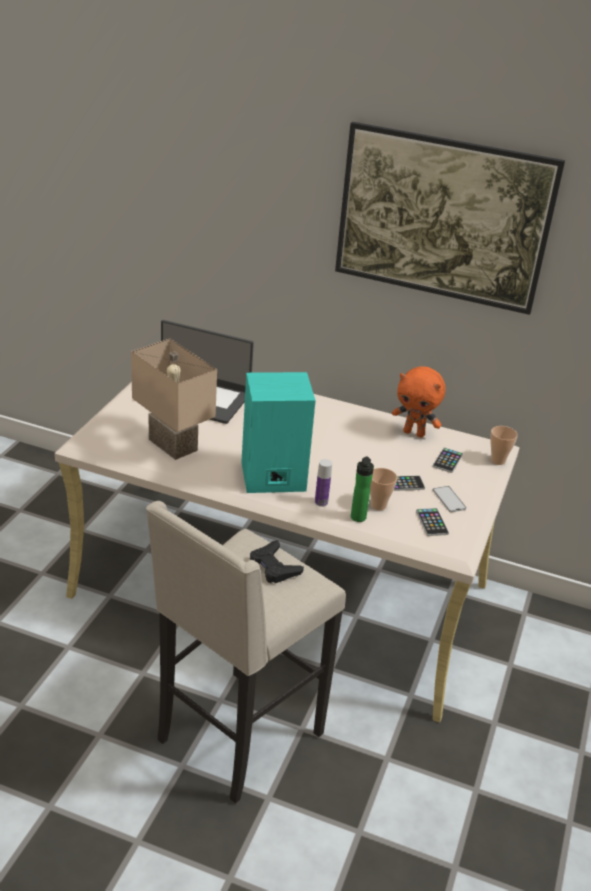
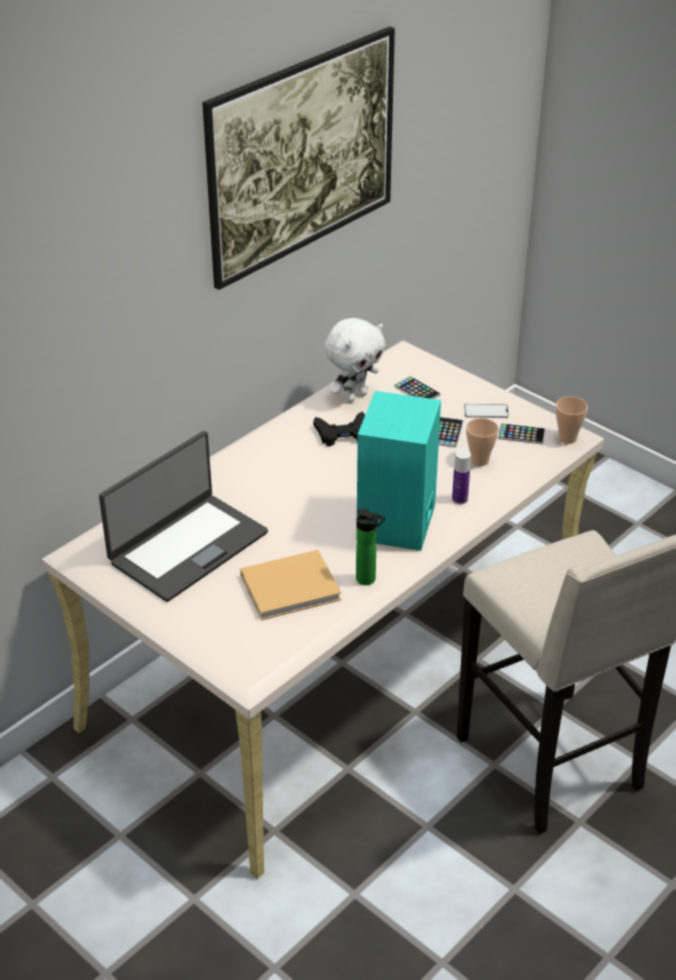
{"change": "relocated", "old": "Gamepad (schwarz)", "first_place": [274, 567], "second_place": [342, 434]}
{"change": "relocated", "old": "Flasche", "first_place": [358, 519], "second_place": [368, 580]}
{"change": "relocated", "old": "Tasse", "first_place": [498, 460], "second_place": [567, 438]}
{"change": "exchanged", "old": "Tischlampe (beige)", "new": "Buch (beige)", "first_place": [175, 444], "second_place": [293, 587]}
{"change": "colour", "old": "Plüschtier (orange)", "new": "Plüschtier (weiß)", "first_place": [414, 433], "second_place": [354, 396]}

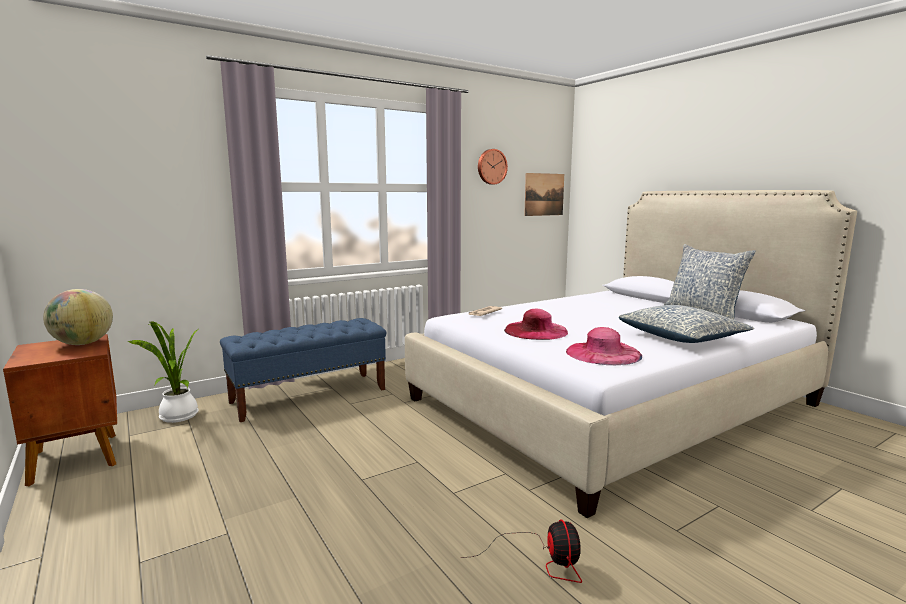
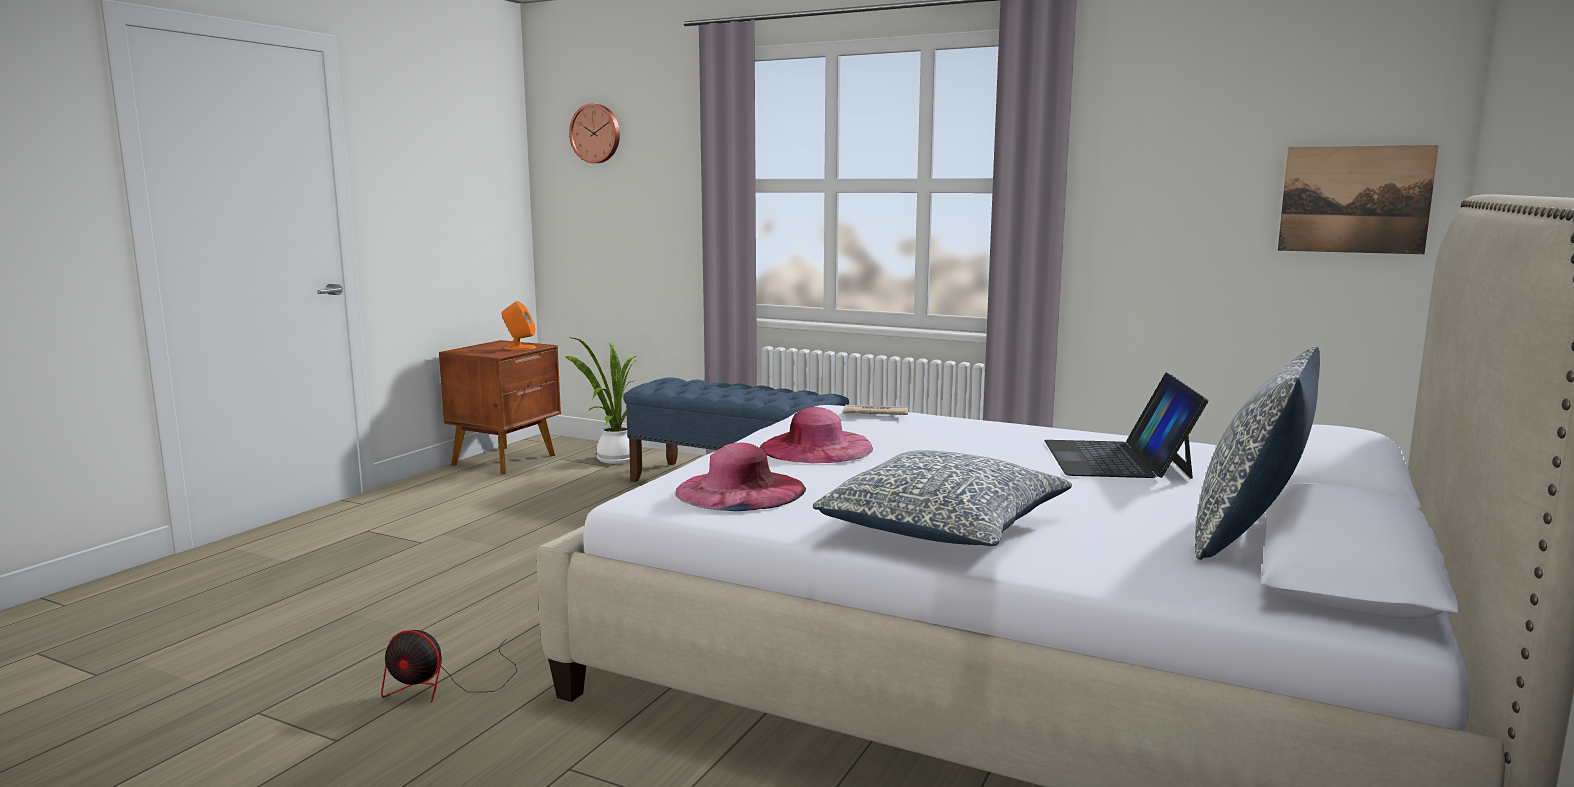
{"change": "appeared", "new": "Laptop", "second_place": [1117, 459]}
{"change": "relocated", "old": "Wanduhr", "first_place": [491, 166], "second_place": [596, 133]}
{"change": "exchanged", "old": "Globus", "new": "Lautsprecher (orange)", "first_place": [83, 343], "second_place": [519, 348]}
{"change": "spun", "old": "Ventilator", "first_place": [542, 560], "second_place": [446, 685], "degrees": 45}

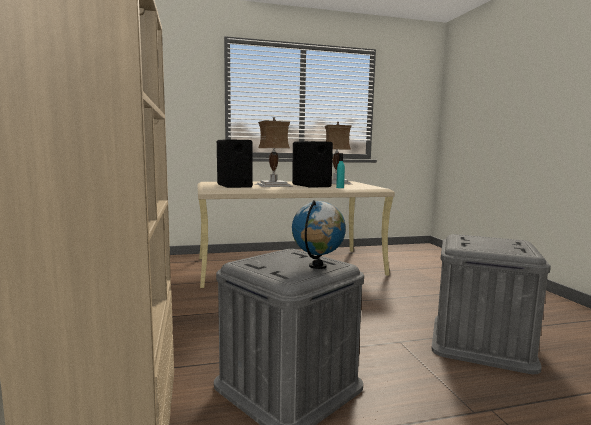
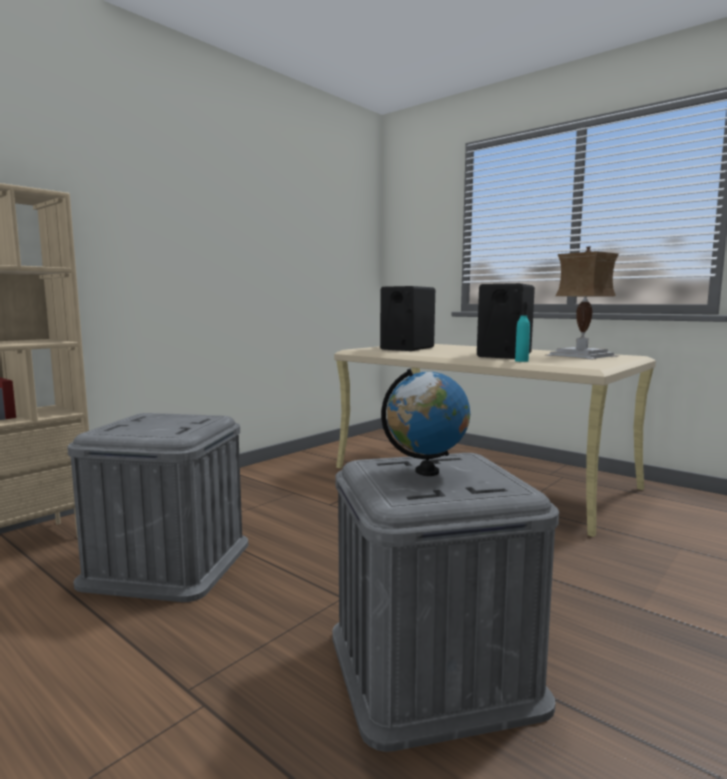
{"change": "missing", "old": "Tischlampe", "first_place": [274, 185]}
{"change": "relocated", "old": "Globus", "first_place": [317, 266], "second_place": [427, 472]}

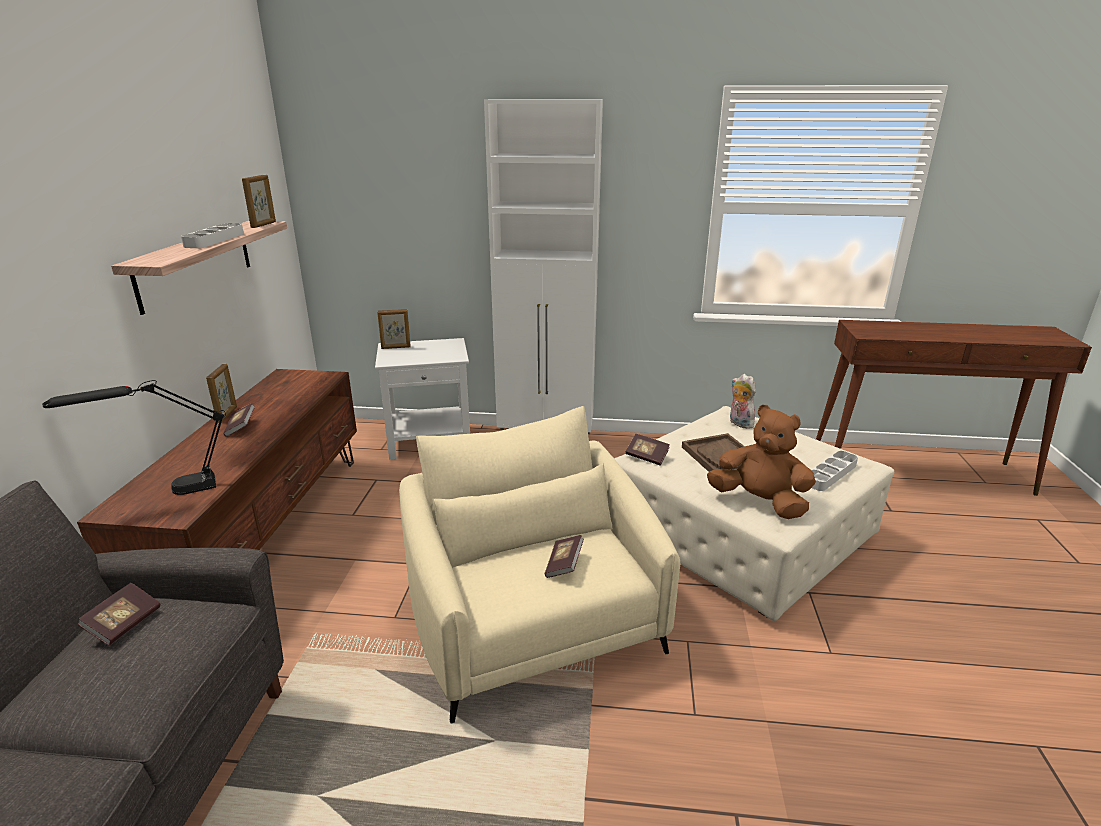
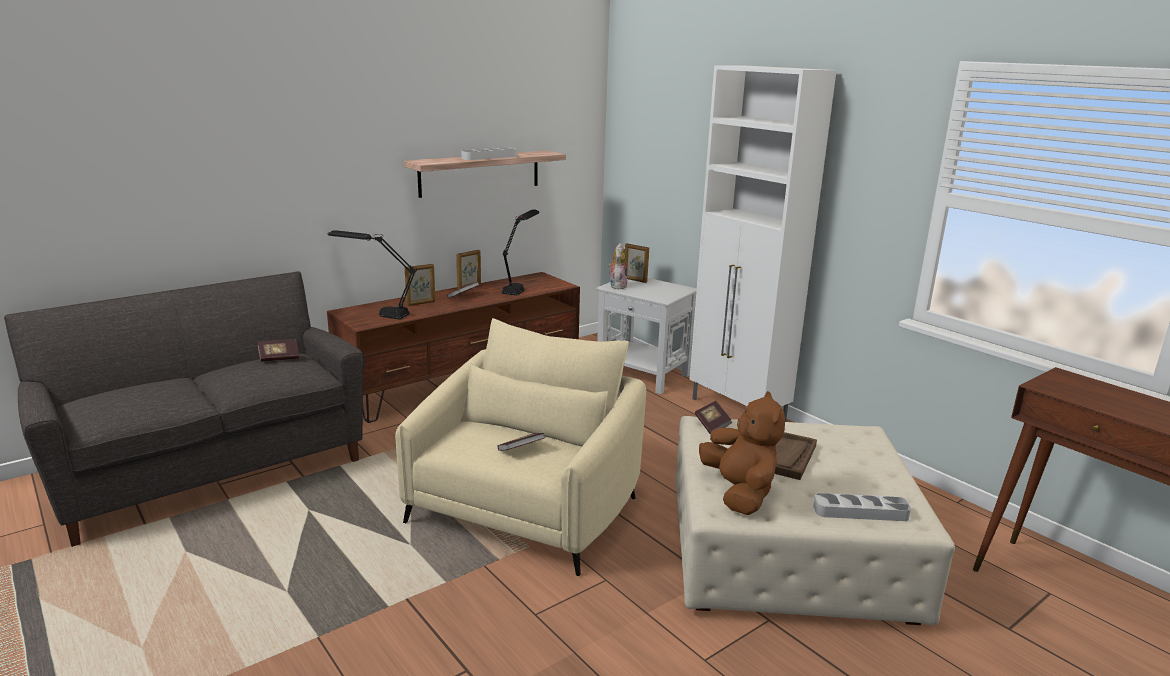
{"change": "appeared", "new": "Tischlampe (schwarz)", "second_place": [520, 286]}
{"change": "relocated", "old": "Bilderrahmen", "first_place": [264, 225], "second_place": [421, 303]}
{"change": "relocated", "old": "Plüschtier", "first_place": [739, 423], "second_place": [617, 286]}

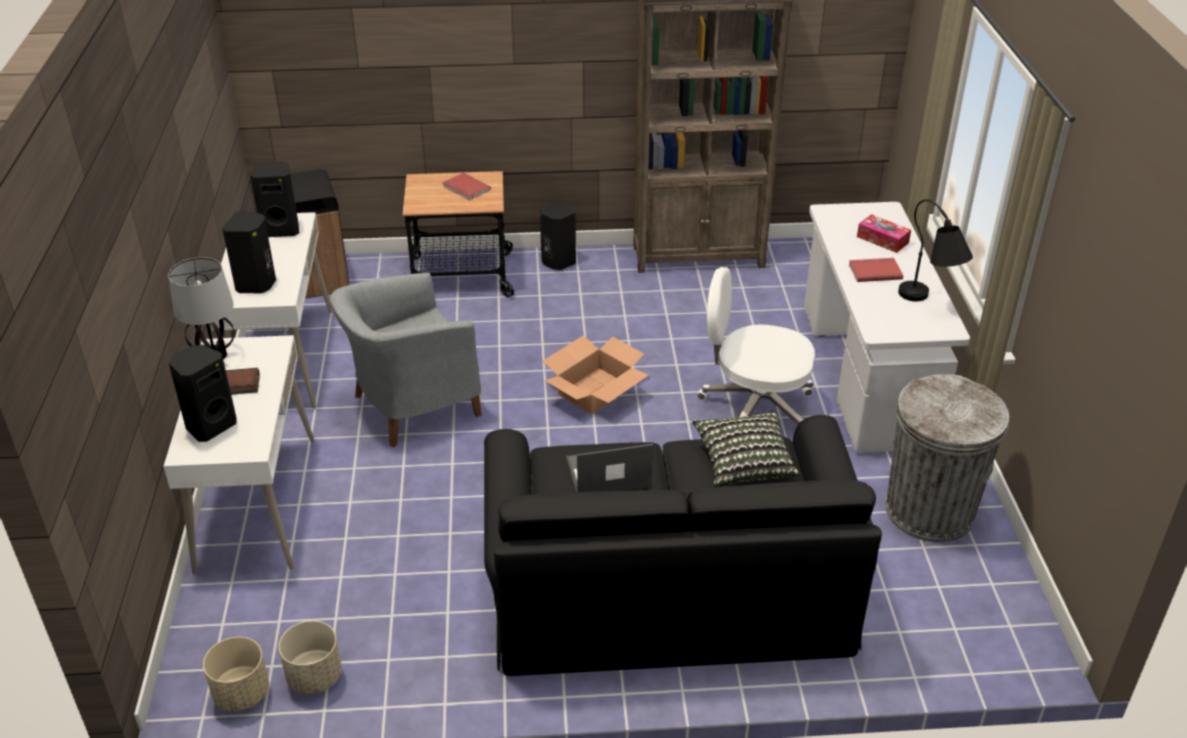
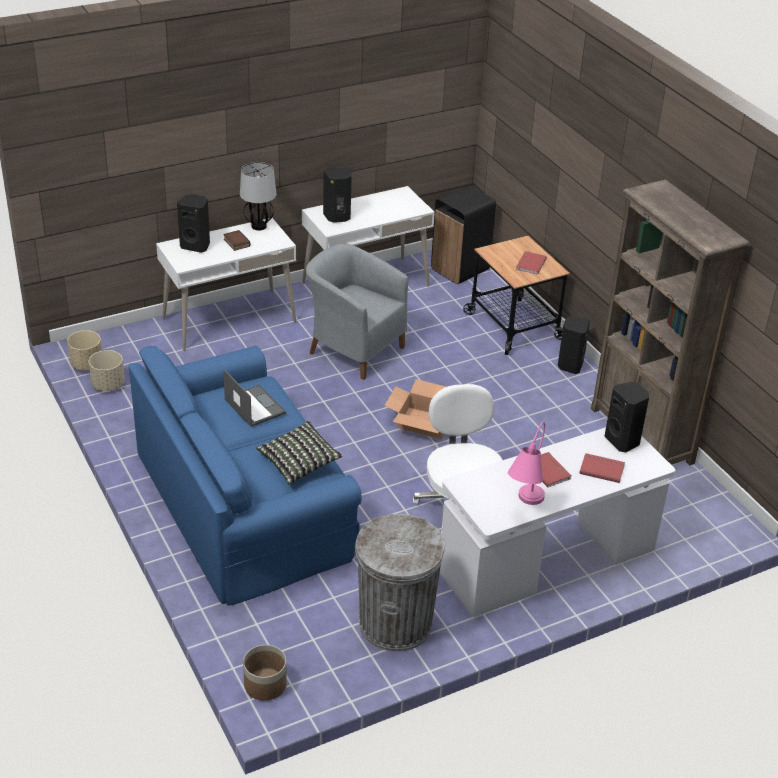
{"change": "appeared", "new": "Pflanzkübel", "second_place": [265, 684]}
{"change": "relocated", "old": "Lautsprecher (schwarz)", "first_place": [282, 229], "second_place": [623, 441]}
{"change": "exchanged", "old": "Taschentuchbox", "new": "Buch (rot)", "first_place": [882, 240], "second_place": [601, 468]}
{"change": "colour", "old": "Sofa (schwarz)", "new": "Sofa (blau)", "first_place": [667, 587], "second_place": [244, 503]}
{"change": "colour", "old": "Tischlampe (schwarz)", "new": "Tischlampe (rosa)", "first_place": [929, 302], "second_place": [524, 506]}

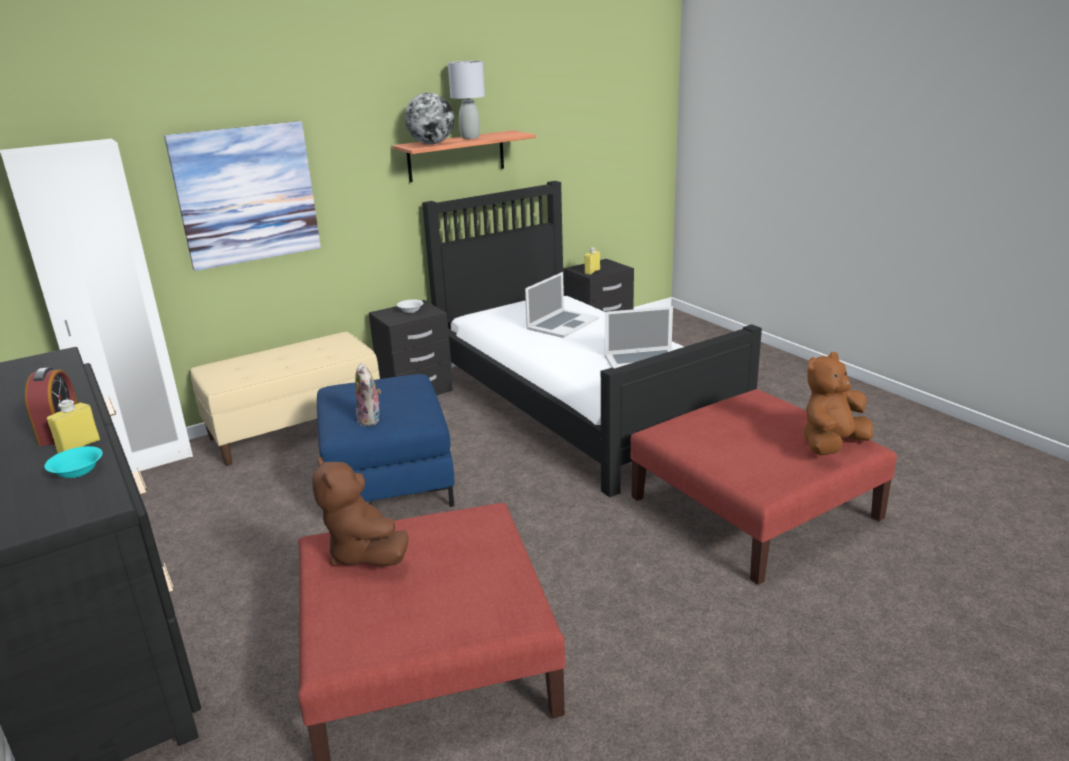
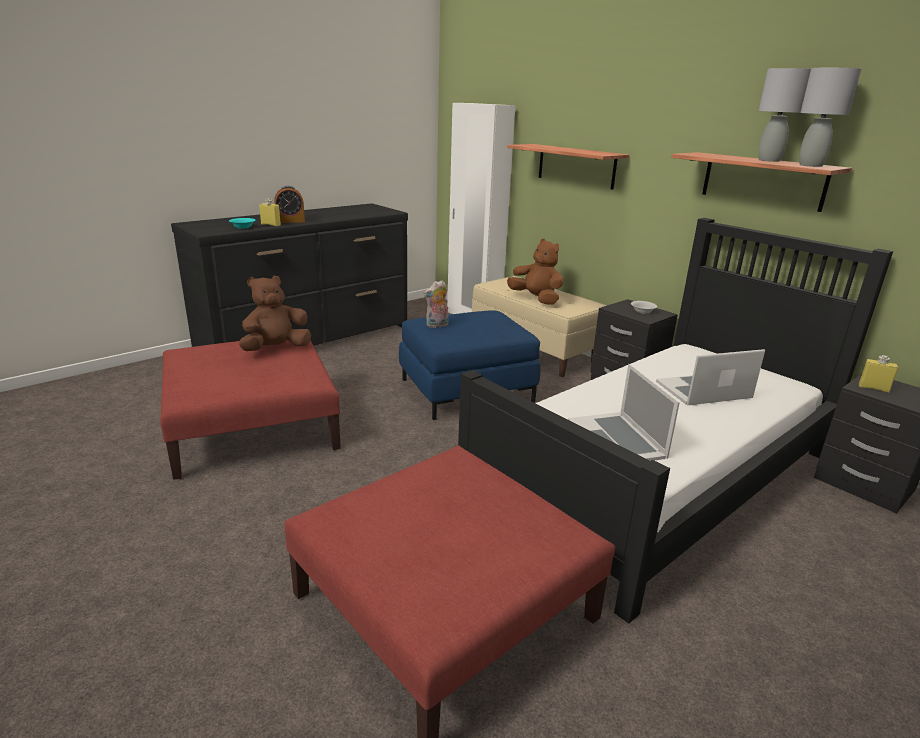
{"change": "missing", "old": "Globus", "first_place": [431, 144]}
{"change": "appeared", "new": "Tischlampe (grau)", "second_place": [810, 165]}
{"change": "relocated", "old": "Plüschtier (braun)", "first_place": [831, 445], "second_place": [536, 299]}
{"change": "exchanged", "old": "Bild", "new": "Wandregal", "first_place": [246, 195], "second_place": [576, 166]}
{"change": "spun", "old": "Laptop", "first_place": [562, 323], "second_place": [704, 390], "degrees": 135}

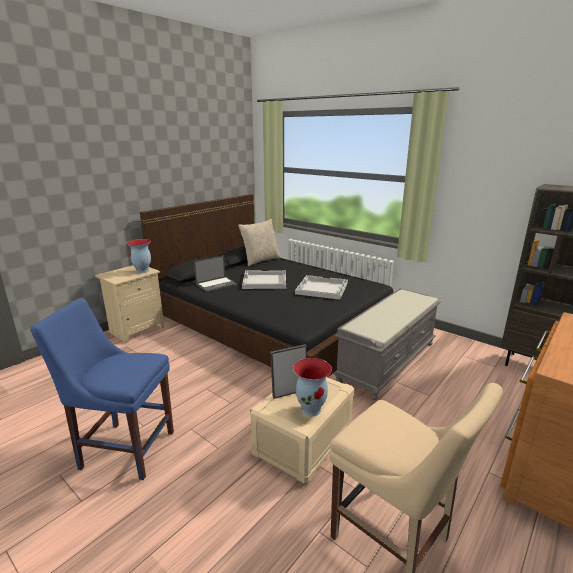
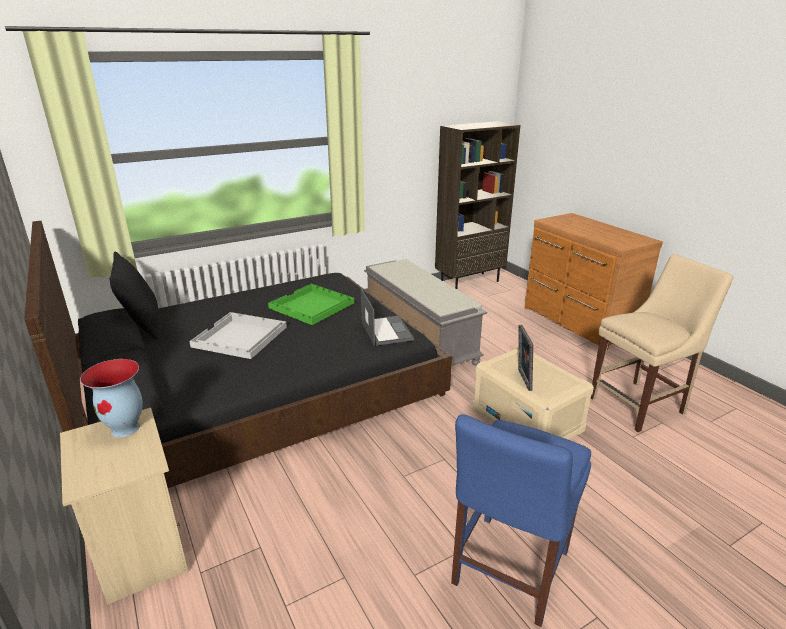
{"change": "missing", "old": "Vase", "first_place": [311, 409]}
{"change": "relocated", "old": "Laptop", "first_place": [216, 284], "second_place": [386, 330]}
{"change": "colour", "old": "Kissen (beige)", "new": "Kissen (schwarz)", "first_place": [260, 260], "second_place": [142, 326]}
{"change": "colour", "old": "Tablett (weiß)", "new": "Tablett (grün)", "first_place": [321, 288], "second_place": [312, 306]}

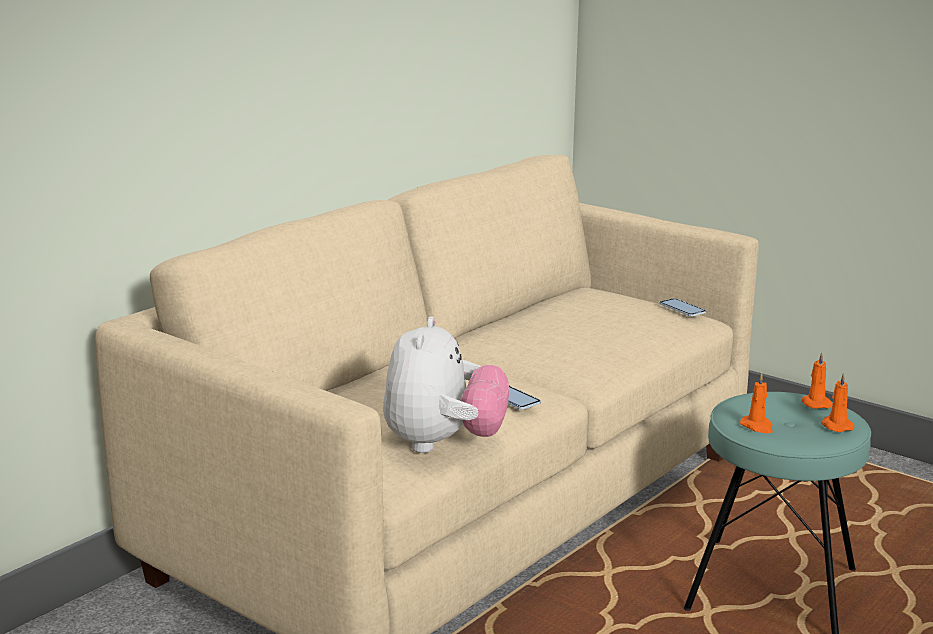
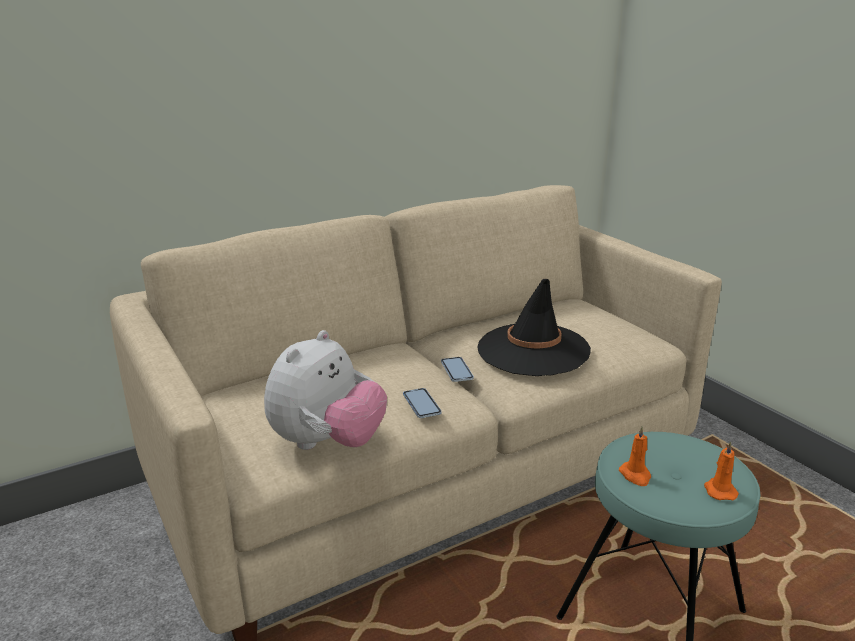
{"change": "missing", "old": "Kerze (orange)", "first_place": [815, 403]}
{"change": "appeared", "new": "Hut (schwarz)", "second_place": [533, 350]}
{"change": "relocated", "old": "Handy", "first_place": [682, 309], "second_place": [456, 370]}

